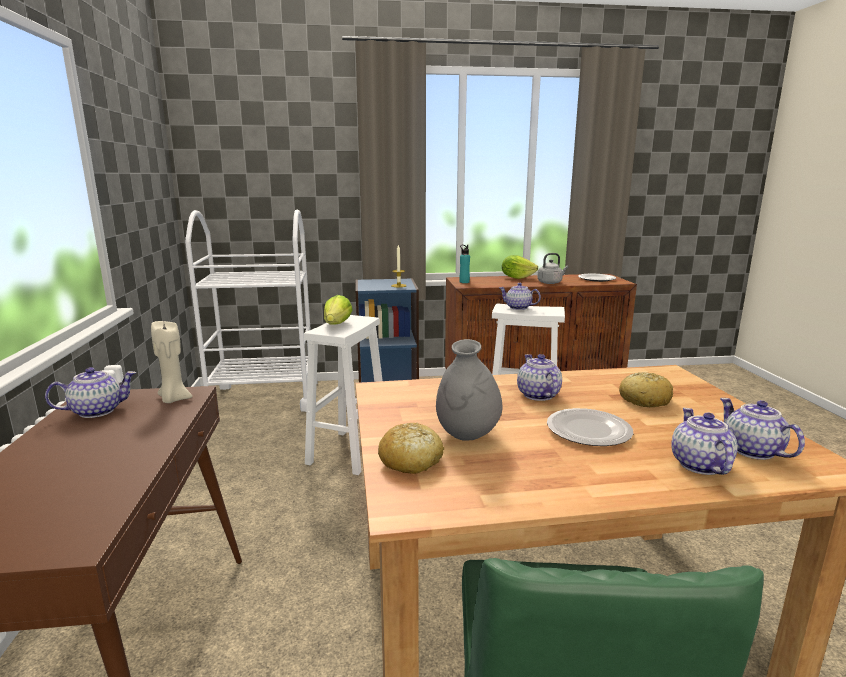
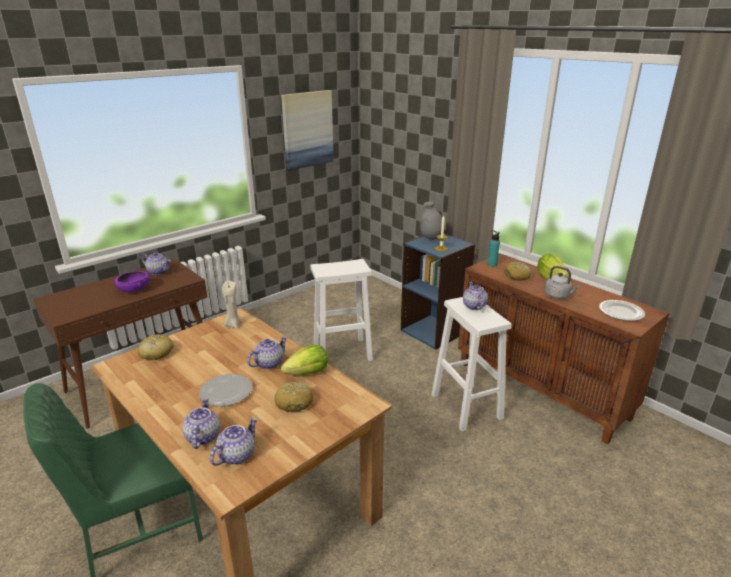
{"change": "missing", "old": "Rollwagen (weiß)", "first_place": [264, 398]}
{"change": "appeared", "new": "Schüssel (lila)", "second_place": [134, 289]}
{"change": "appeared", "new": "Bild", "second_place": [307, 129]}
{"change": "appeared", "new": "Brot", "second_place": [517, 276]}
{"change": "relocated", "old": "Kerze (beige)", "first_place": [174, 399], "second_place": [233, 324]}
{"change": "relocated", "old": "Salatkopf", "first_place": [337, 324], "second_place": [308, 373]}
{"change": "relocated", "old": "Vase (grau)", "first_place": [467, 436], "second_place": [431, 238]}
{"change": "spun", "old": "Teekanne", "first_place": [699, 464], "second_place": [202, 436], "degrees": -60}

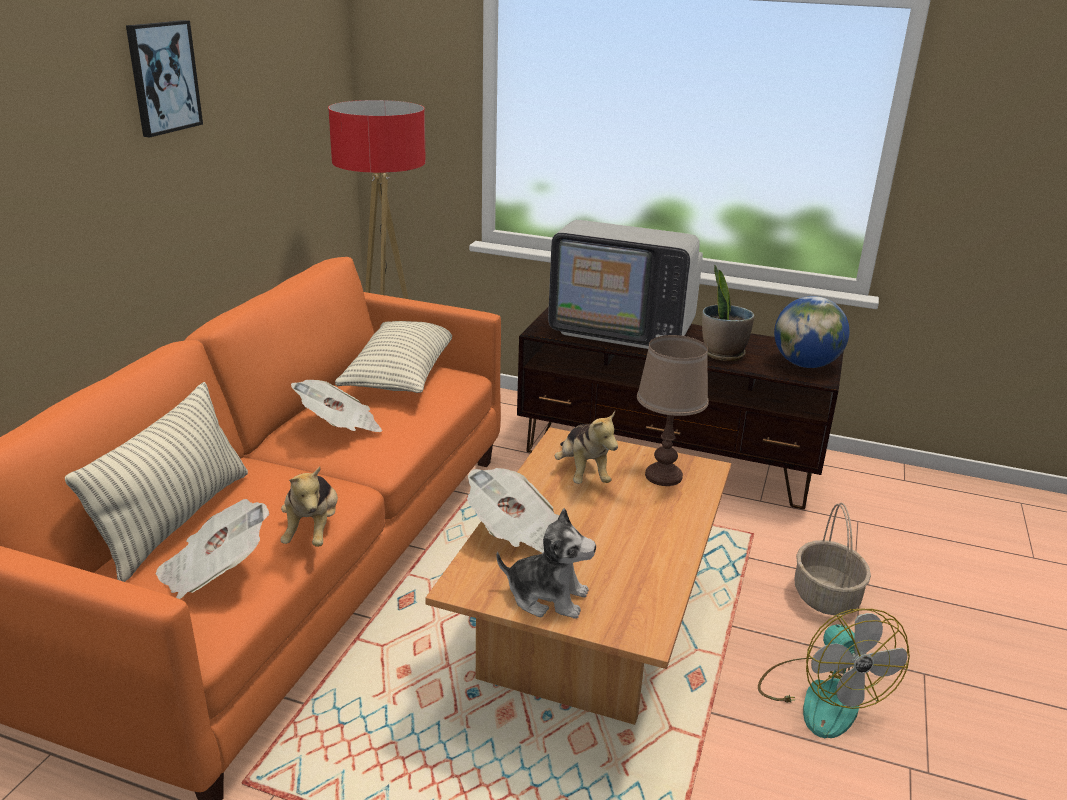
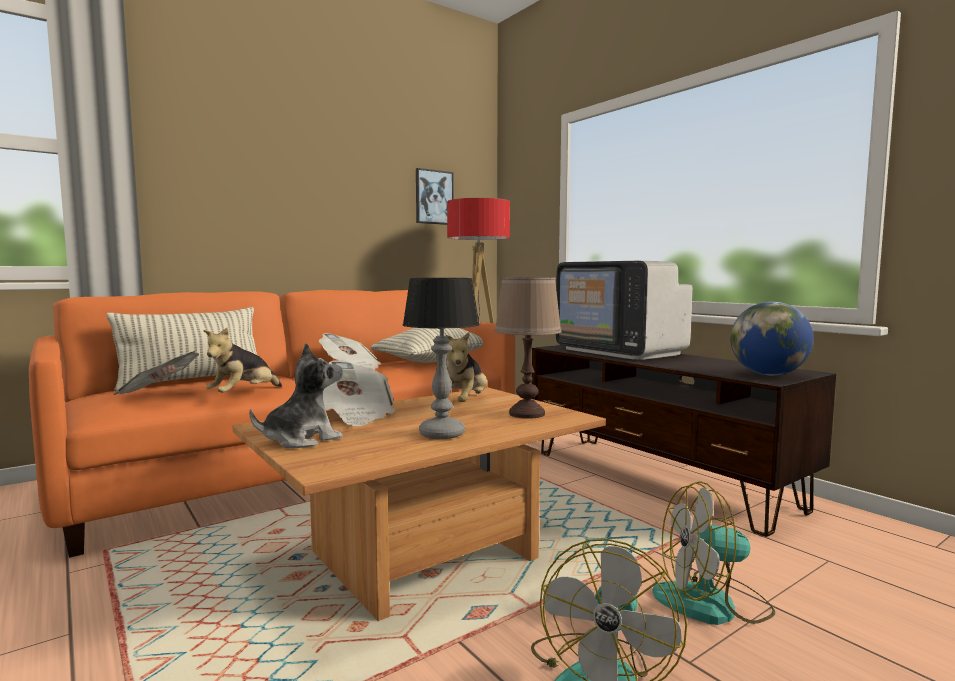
{"change": "missing", "old": "Topfpflanze", "first_place": [722, 354]}
{"change": "appeared", "new": "Tischlampe", "second_place": [441, 434]}
{"change": "relocated", "old": "Bild", "first_place": [163, 77], "second_place": [434, 197]}
{"change": "exchanged", "old": "Korb", "new": "Ventilator", "first_place": [827, 597], "second_place": [712, 603]}
{"change": "spun", "old": "Plüschtier", "first_place": [547, 597], "second_place": [302, 439], "degrees": -90}

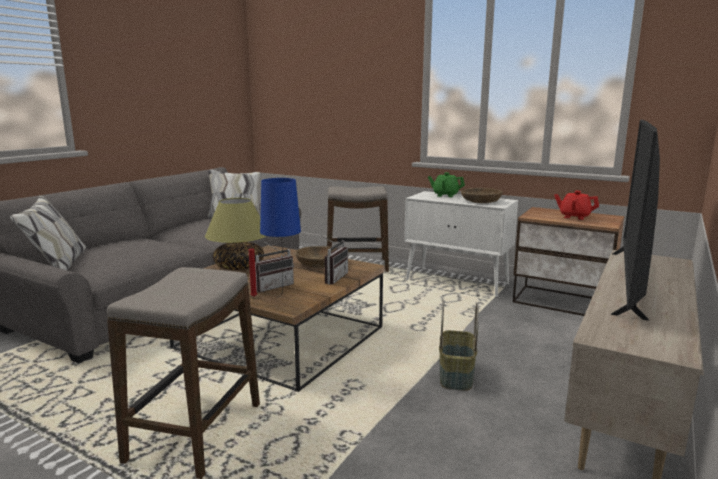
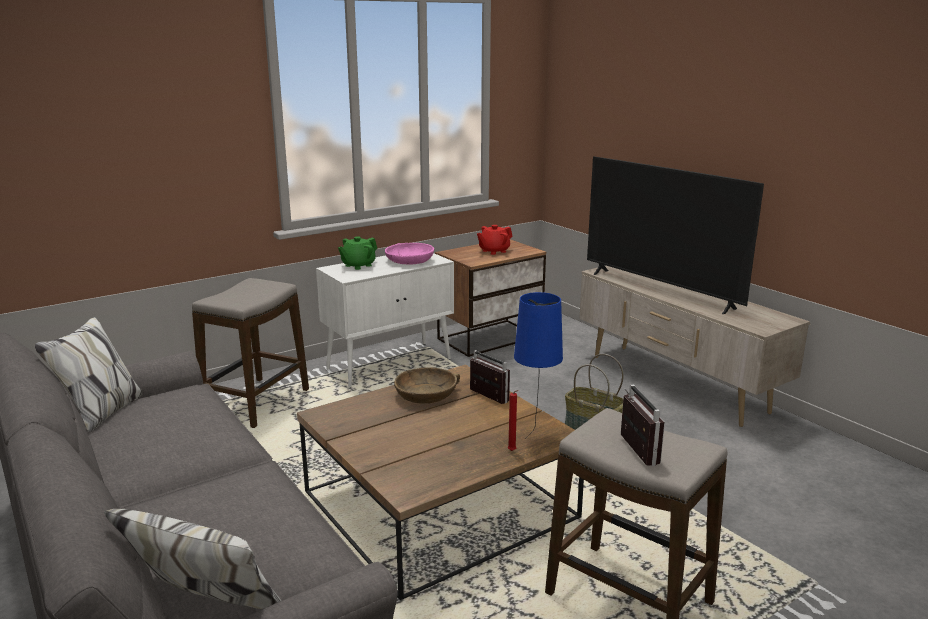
{"change": "missing", "old": "Tischlampe", "first_place": [239, 266]}
{"change": "relocated", "old": "Radio", "first_place": [272, 286], "second_place": [631, 450]}
{"change": "colour", "old": "Schüssel (braun)", "new": "Schüssel (rosa)", "first_place": [481, 201], "second_place": [409, 260]}

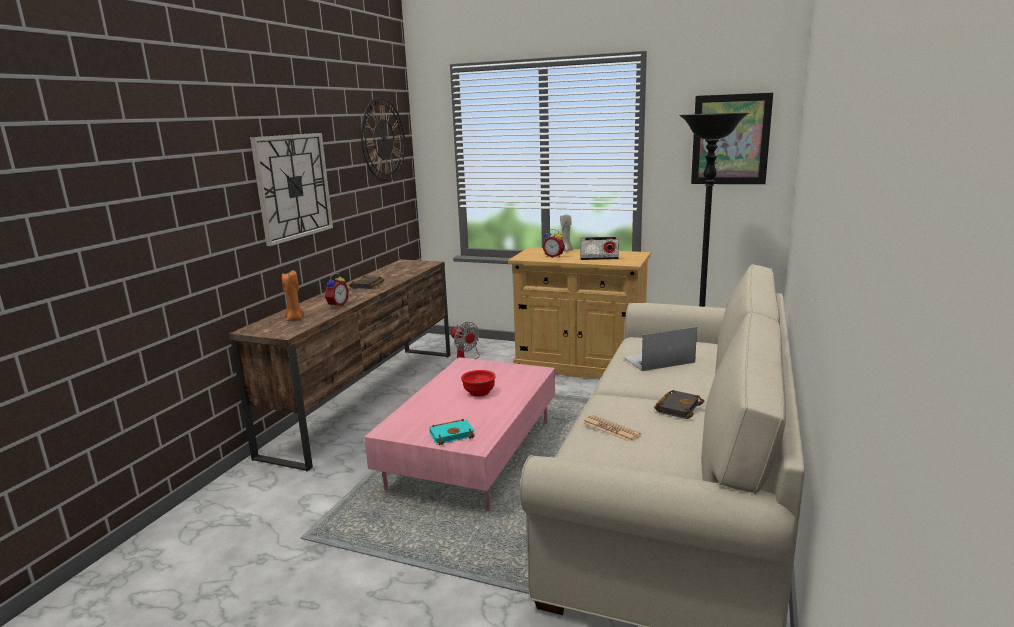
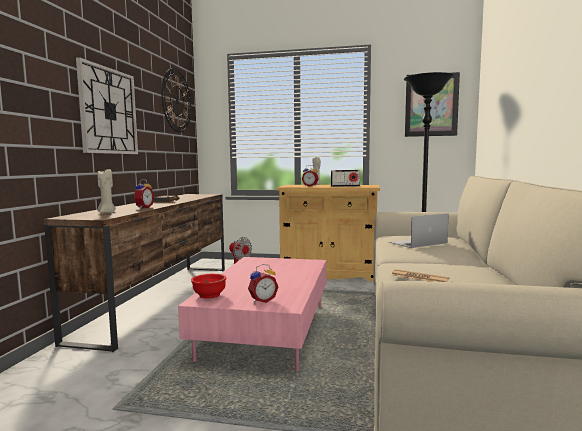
{"change": "missing", "old": "Buch (schwarz)", "first_place": [677, 407]}
{"change": "relocated", "old": "Schüssel (rot)", "first_place": [479, 392], "second_place": [209, 295]}
{"change": "exchanged", "old": "Buch (türkis)", "new": "Wecker", "first_place": [452, 434], "second_place": [262, 300]}
{"change": "colour", "old": "Kerze (orange)", "new": "Kerze (beige)", "first_place": [294, 319], "second_place": [106, 212]}

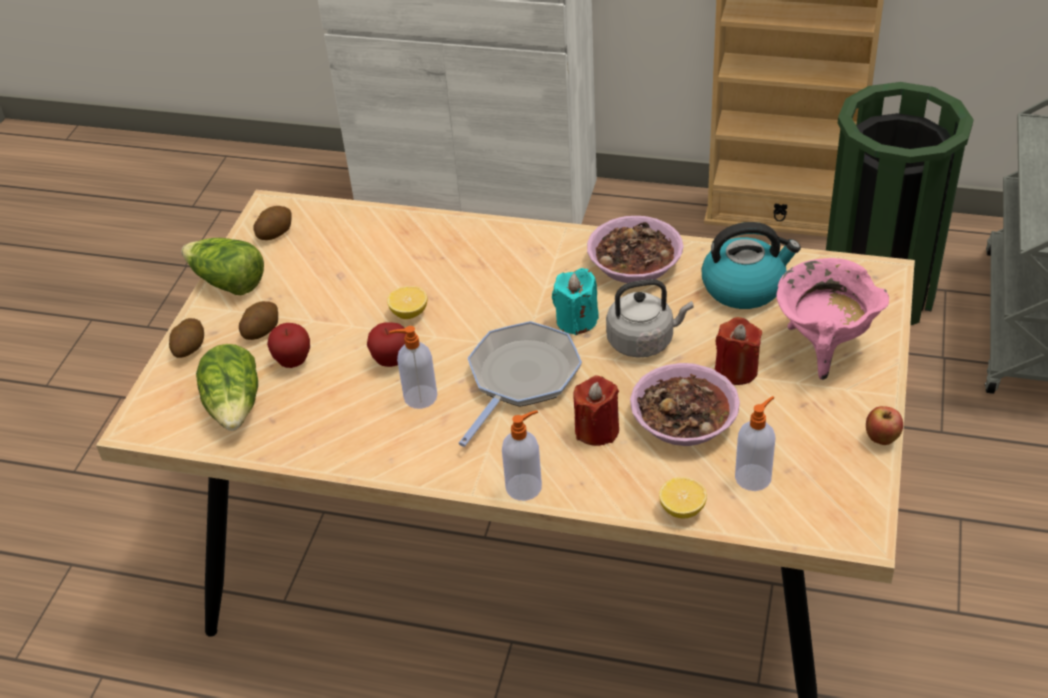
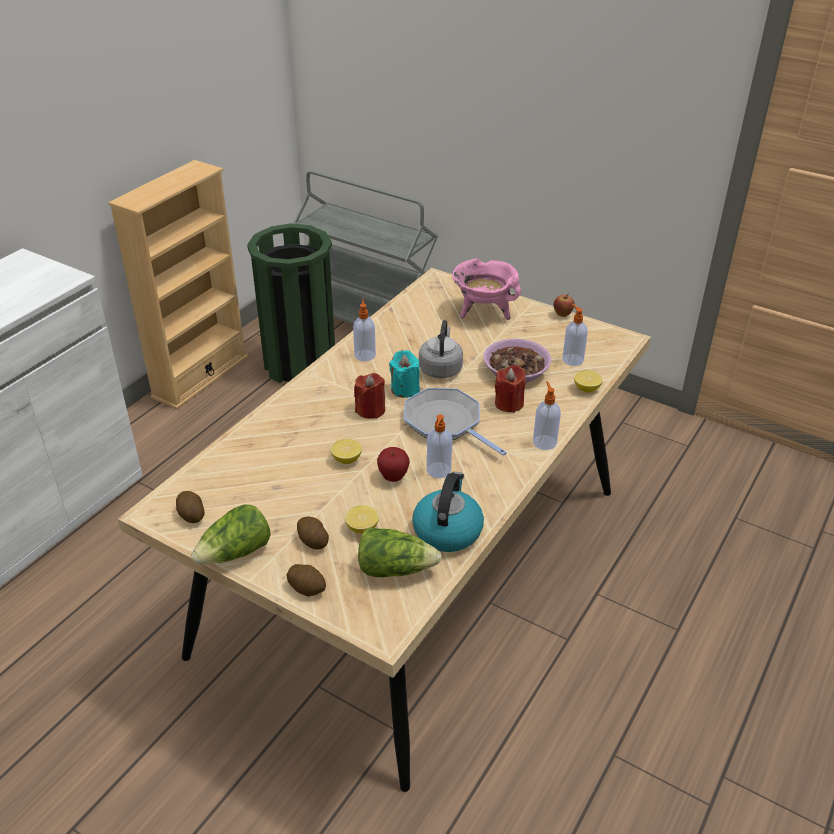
{"change": "relocated", "old": "Wasserkessel", "first_place": [744, 287], "second_place": [447, 530]}
{"change": "relocated", "old": "Kerze (rot)", "first_place": [736, 370], "second_place": [370, 410]}
{"change": "exchanged", "old": "Apfel", "new": "Zitrone", "first_place": [293, 362], "second_place": [362, 528]}
{"change": "exchanged", "old": "Schüssel", "new": "Seifenspender", "first_place": [634, 263], "second_place": [365, 355]}

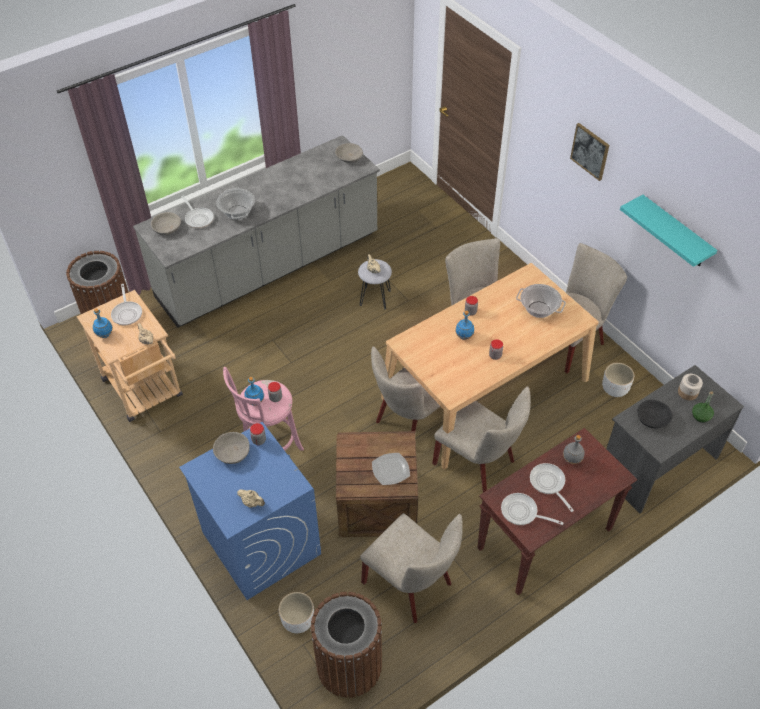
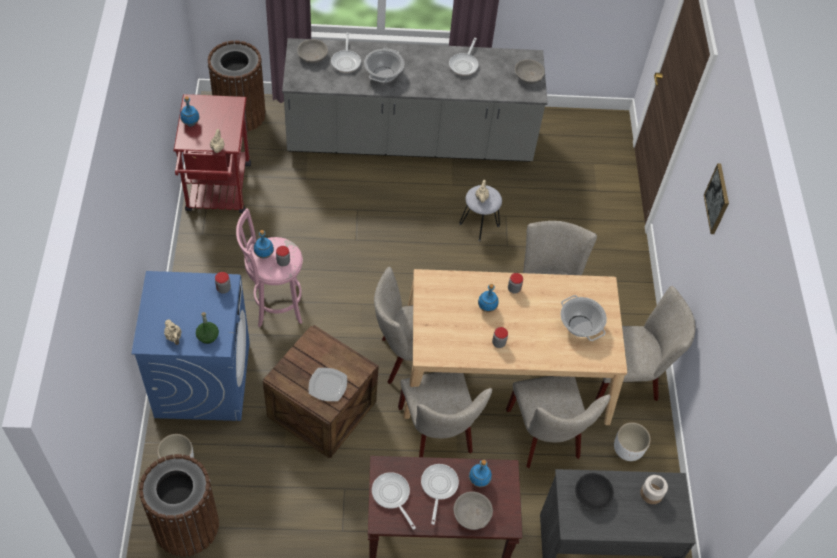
{"change": "missing", "old": "Wandregal (türkis)", "first_place": [675, 233]}
{"change": "relocated", "old": "Pfanne", "first_place": [127, 313], "second_place": [464, 64]}
{"change": "relocated", "old": "Schüssel (grau)", "first_place": [232, 453], "second_place": [472, 514]}
{"change": "relocated", "old": "Stuhl (beige)", "first_place": [412, 585], "second_place": [546, 438]}
{"change": "relocated", "old": "Flasche (grün)", "first_place": [701, 416], "second_place": [207, 336]}
{"change": "colour", "old": "Rollwagen (beige)", "new": "Rollwagen (rot)", "first_place": [145, 392], "second_place": [218, 193]}
{"change": "colour", "old": "Flasche (grau)", "new": "Flasche (blau)", "first_place": [571, 460], "second_place": [478, 481]}

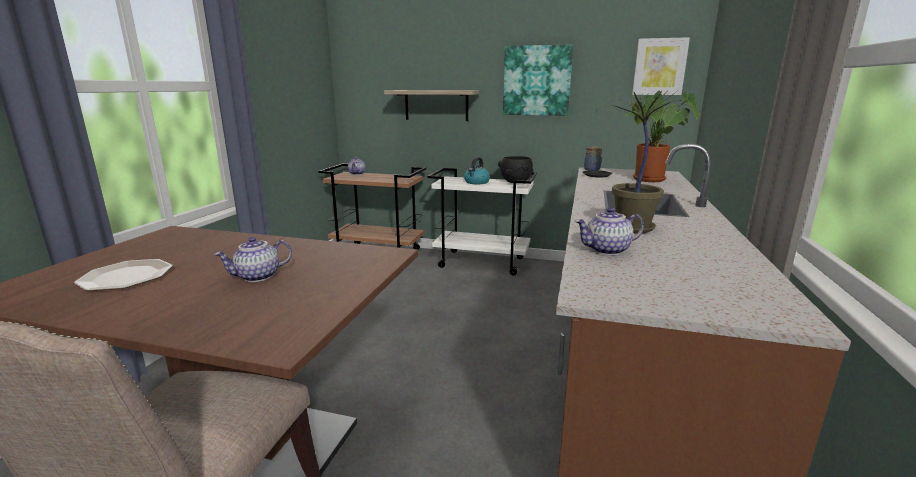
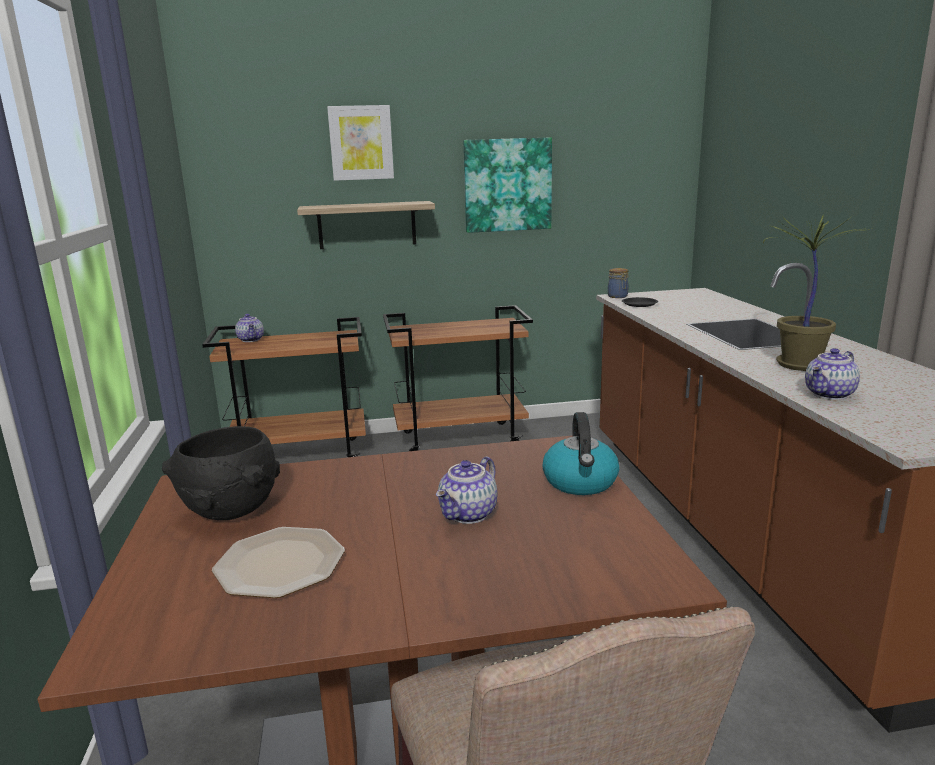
{"change": "missing", "old": "Topfpflanze", "first_place": [652, 180]}
{"change": "relocated", "old": "Wasserkessel", "first_place": [476, 182], "second_place": [580, 482]}
{"change": "relocated", "old": "Schüssel (schwarz)", "first_place": [515, 182], "second_place": [231, 510]}
{"change": "relocated", "old": "Bild", "first_place": [659, 67], "second_place": [361, 143]}
{"change": "colour", "old": "Rollwagen (weiß)", "new": "Rollwagen (braun)", "first_place": [482, 262], "second_place": [461, 439]}

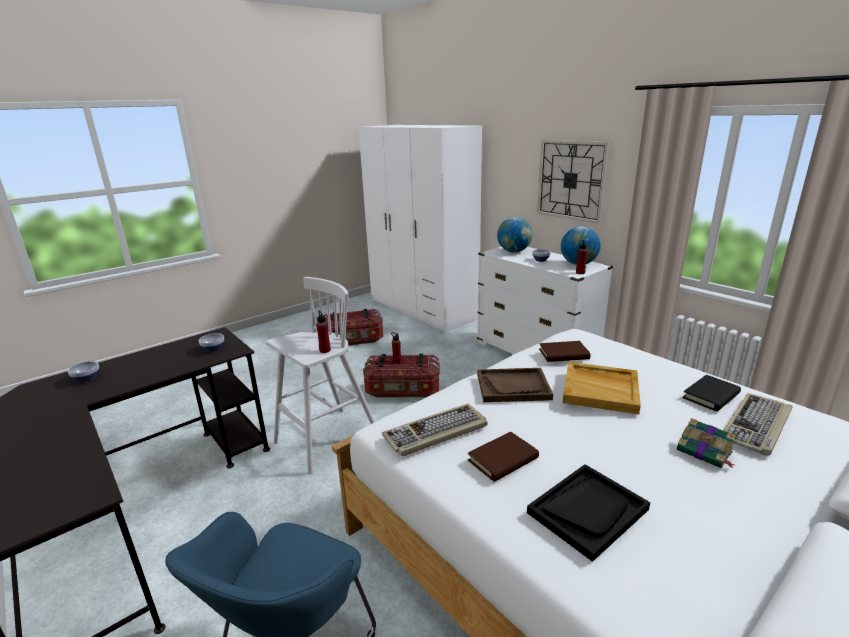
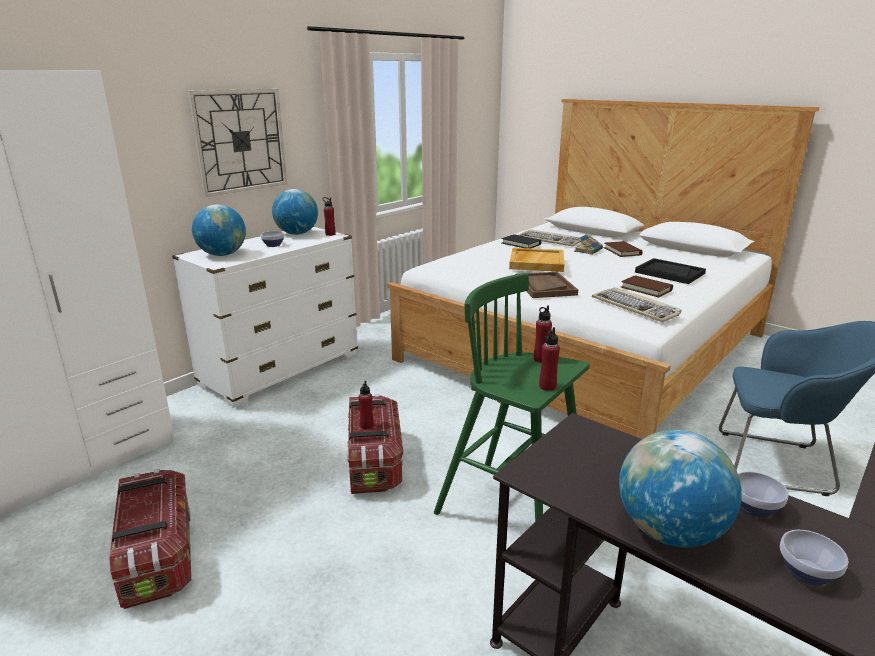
{"change": "appeared", "new": "Flasche (rot)", "second_place": [547, 386]}
{"change": "appeared", "new": "Globus", "second_place": [669, 531]}
{"change": "relocated", "old": "Schüssel", "first_place": [214, 349], "second_place": [753, 506]}
{"change": "relocated", "old": "Buch (braun)", "first_place": [563, 354], "second_place": [622, 251]}
{"change": "colour", "old": "Hocker (weiß)", "new": "Hocker (grün)", "first_place": [325, 440], "second_place": [513, 512]}

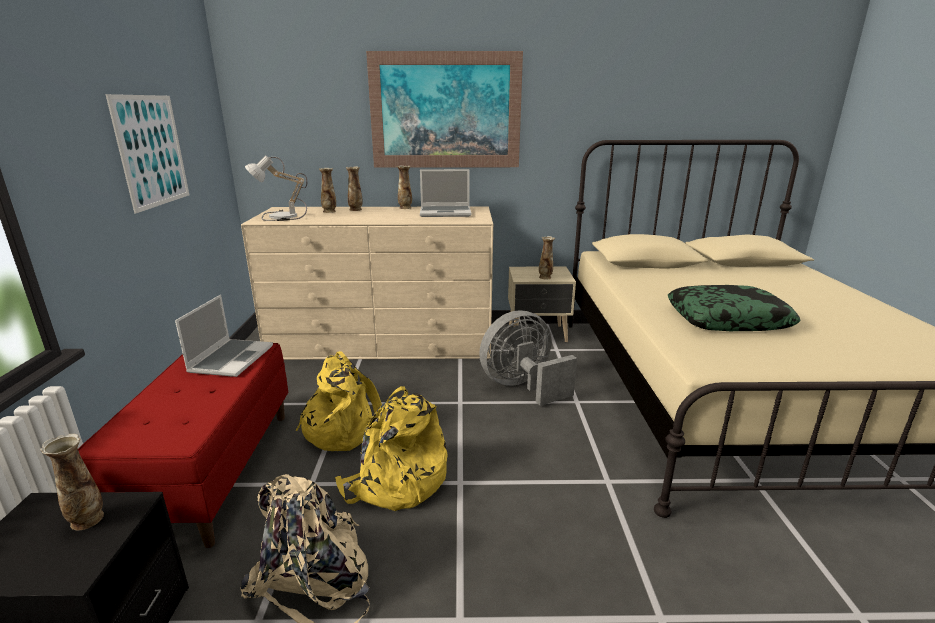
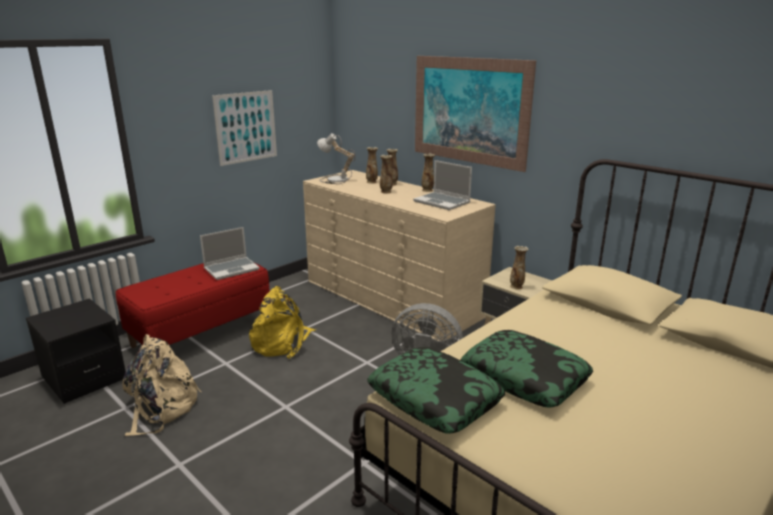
{"change": "missing", "old": "Rucksack (gelb)", "first_place": [396, 482]}
{"change": "appeared", "new": "Kissen", "second_place": [435, 399]}
{"change": "relocated", "old": "Vase", "first_place": [87, 520], "second_place": [386, 192]}

